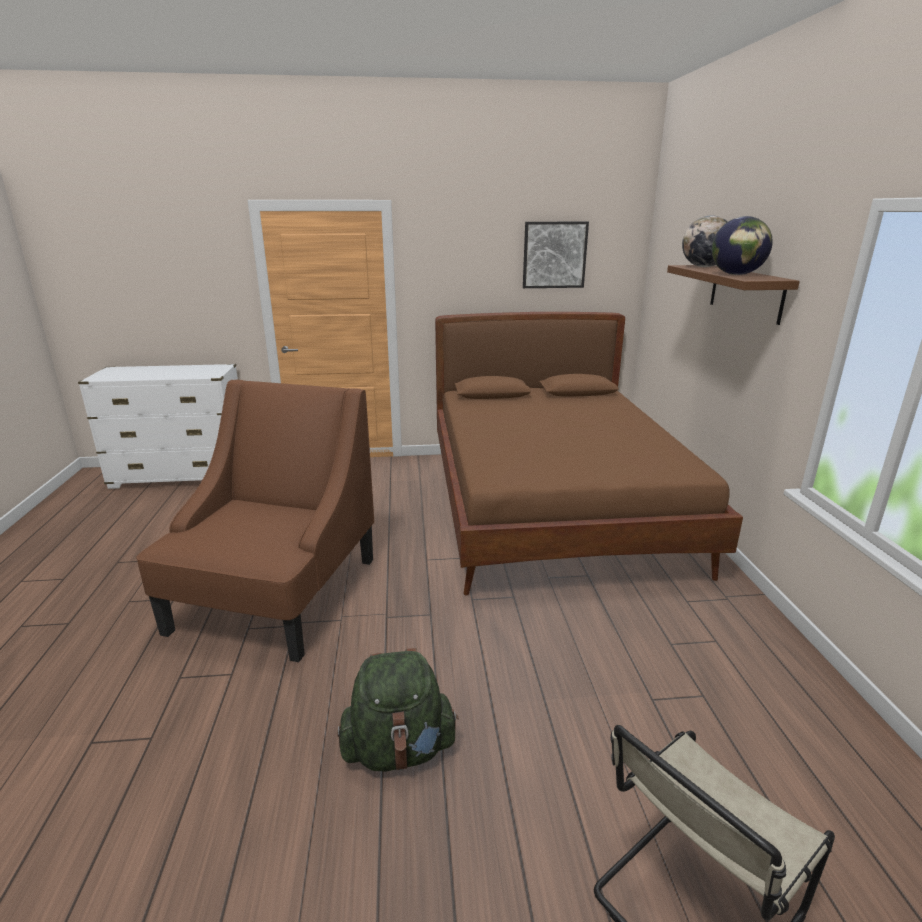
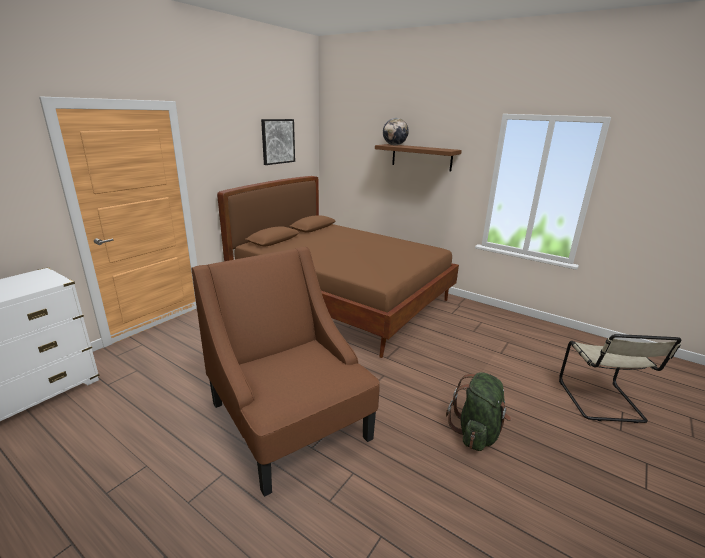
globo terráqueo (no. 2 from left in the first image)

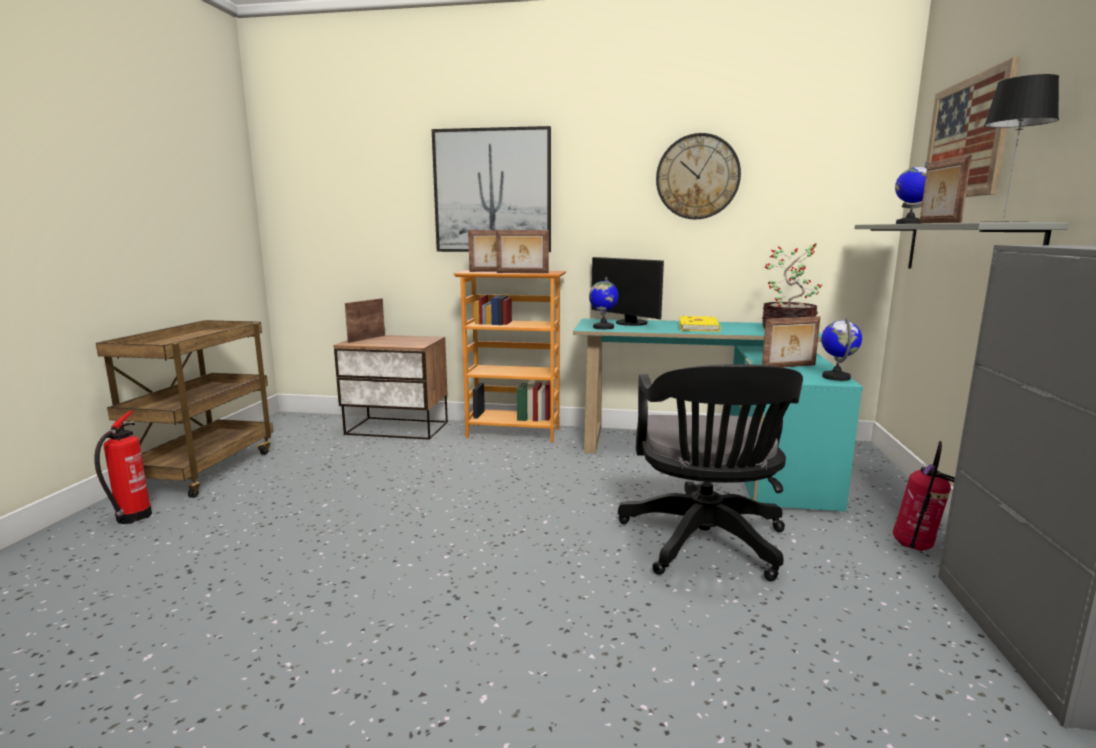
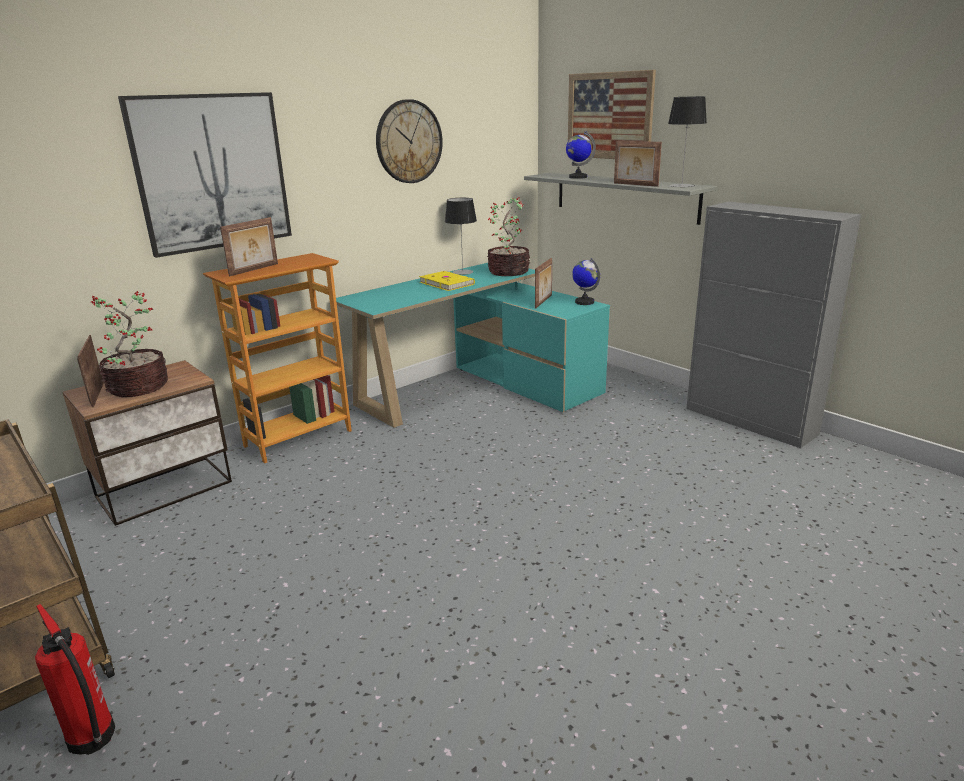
portarretratos (no. 3 from left in the first image)
monitor
globo terráqueo (no. 1 from left in the first image)
silla de oficina [negro]
extintor (no. 2 from left in the first image)
lámpara de mesa (no. 1 from left)
planta en maceta (no. 1 from left)

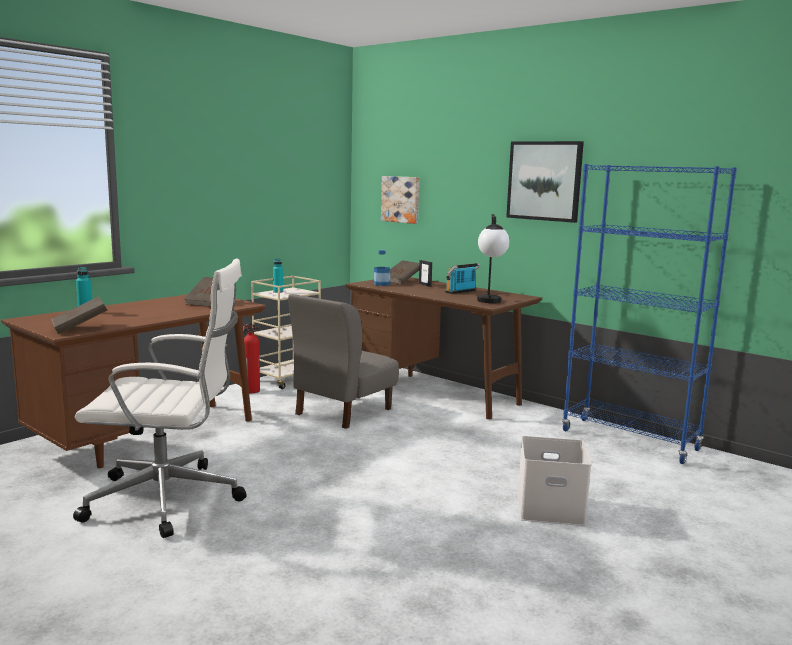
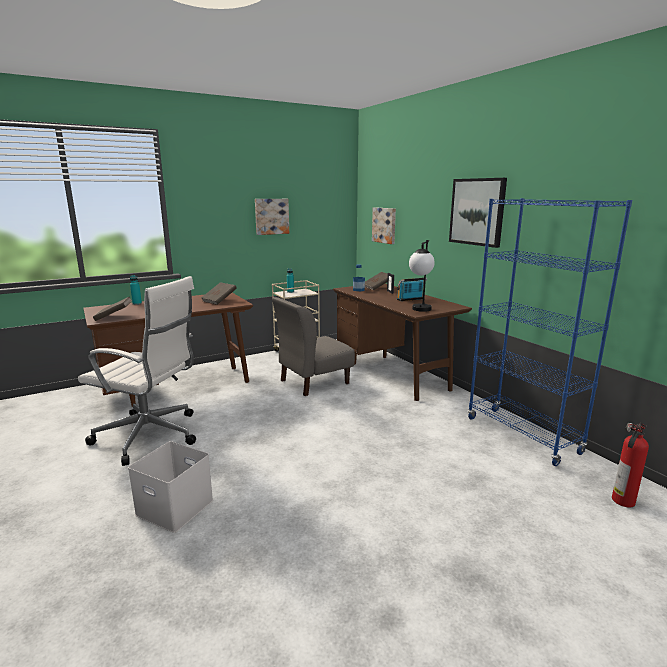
extintor
caja de almacenaje [blanco]
cuadro (no. 1 from left)

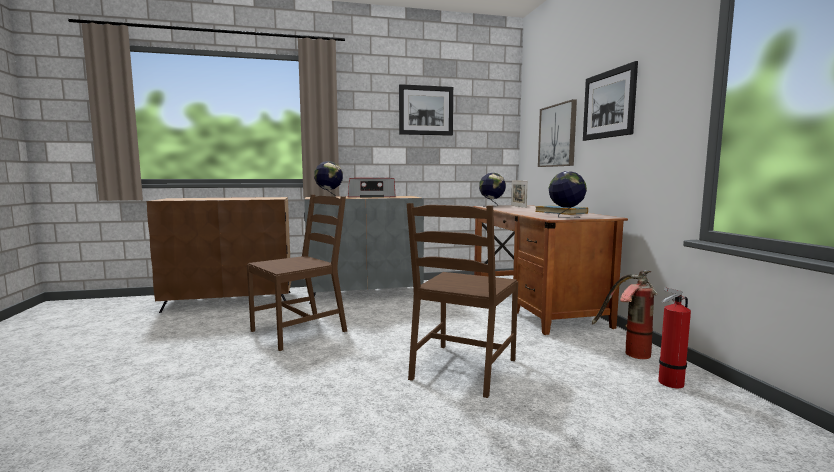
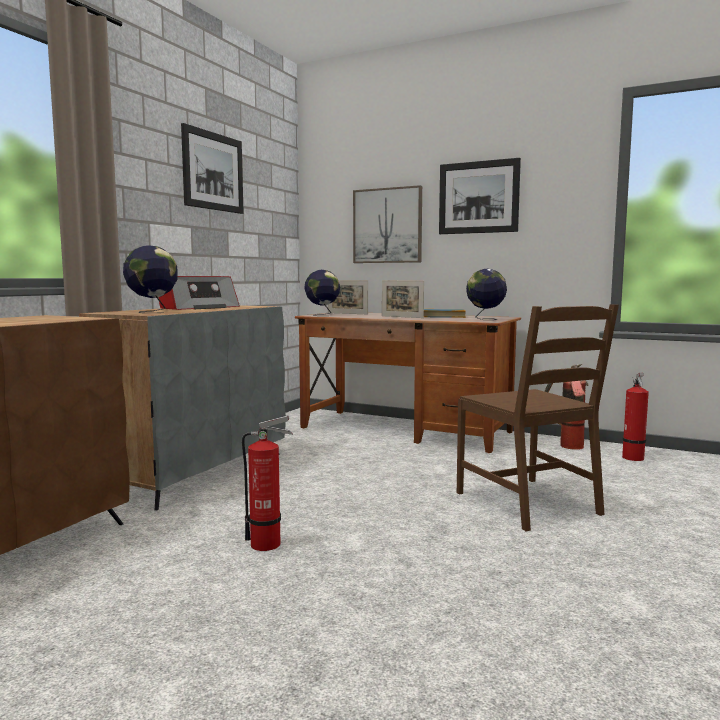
extintor (no. 1 from left)
portarretratos (no. 2 from left)

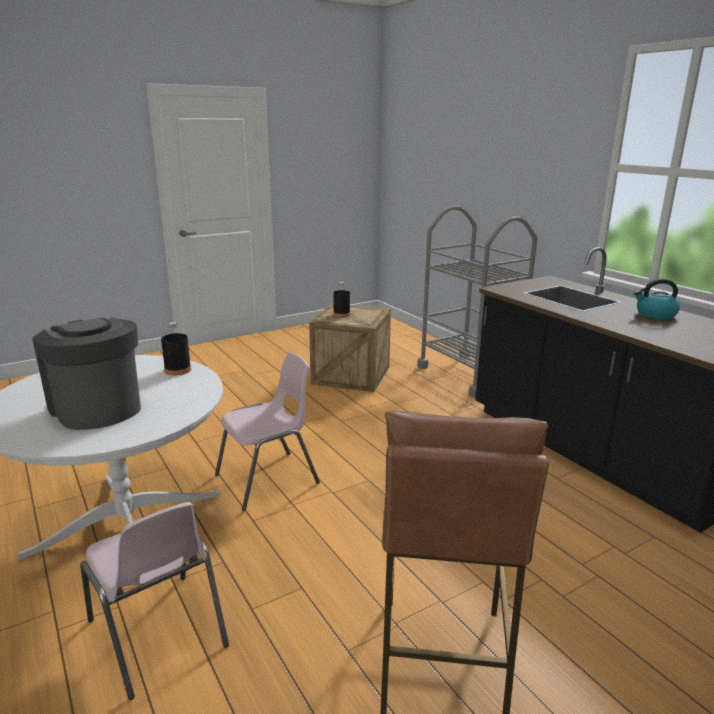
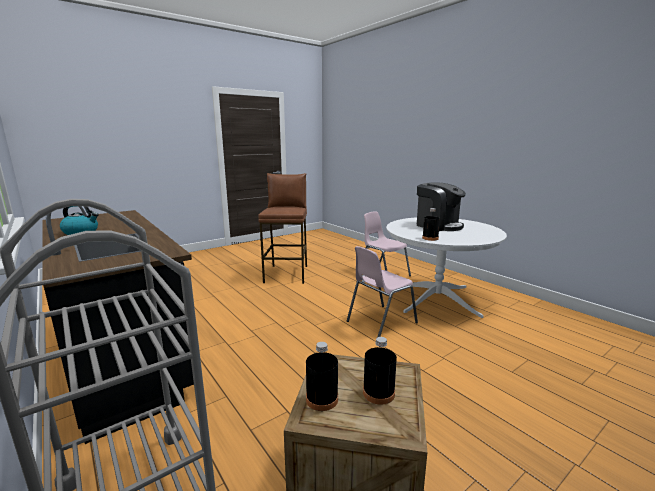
botella [negro] (no. 1 from left)

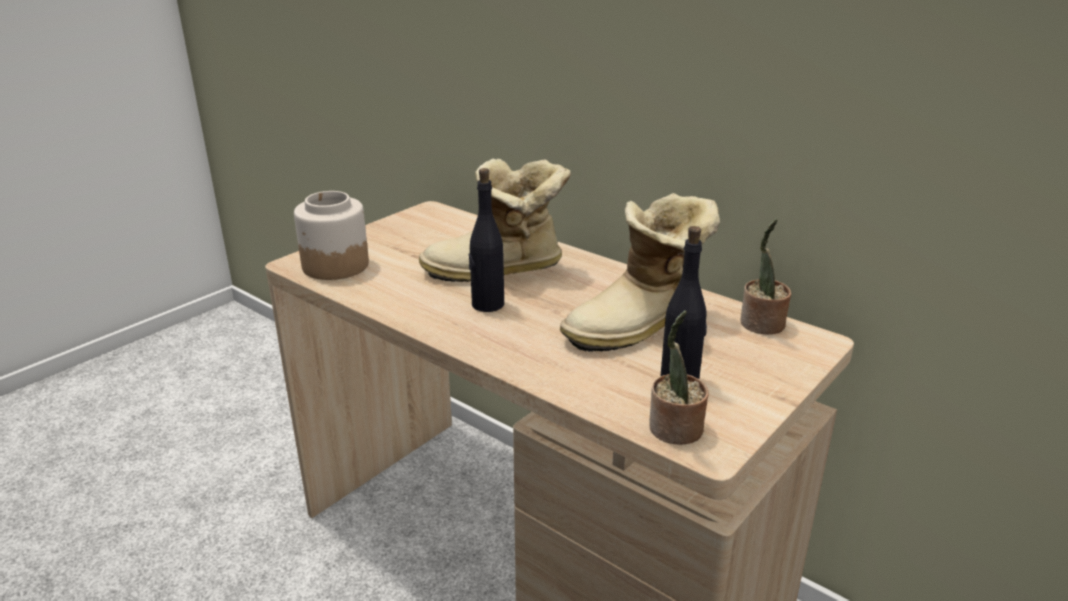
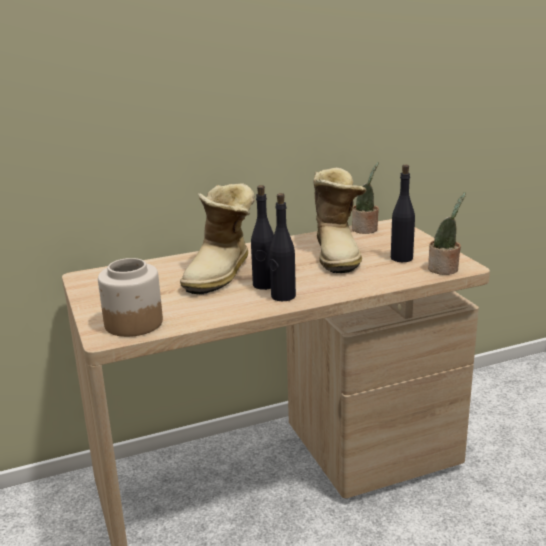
botella [negro] (no. 2 from left)

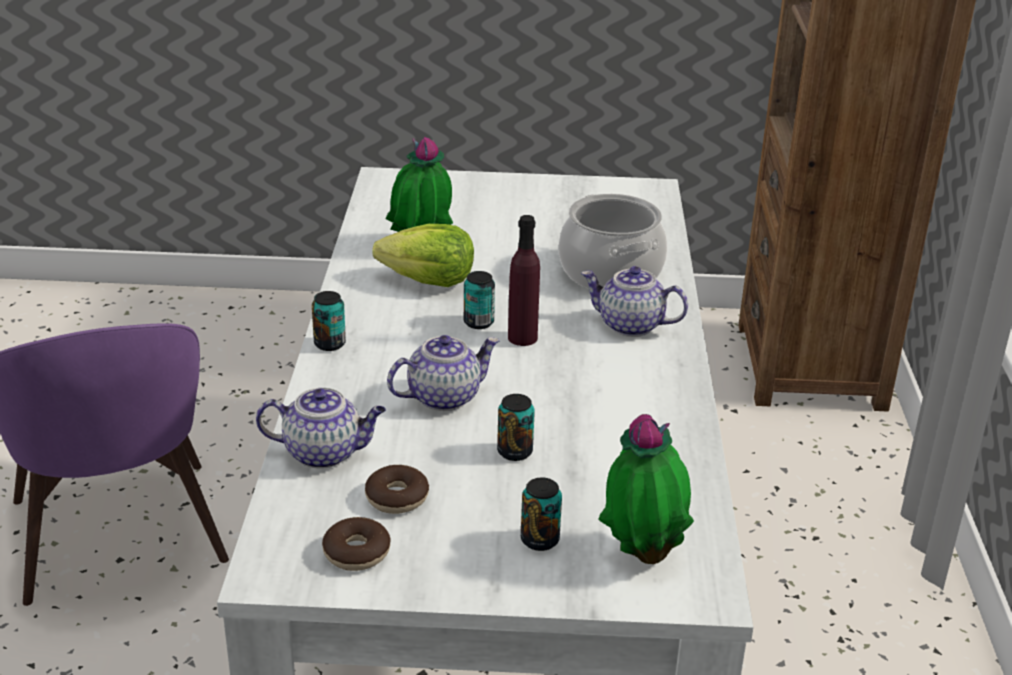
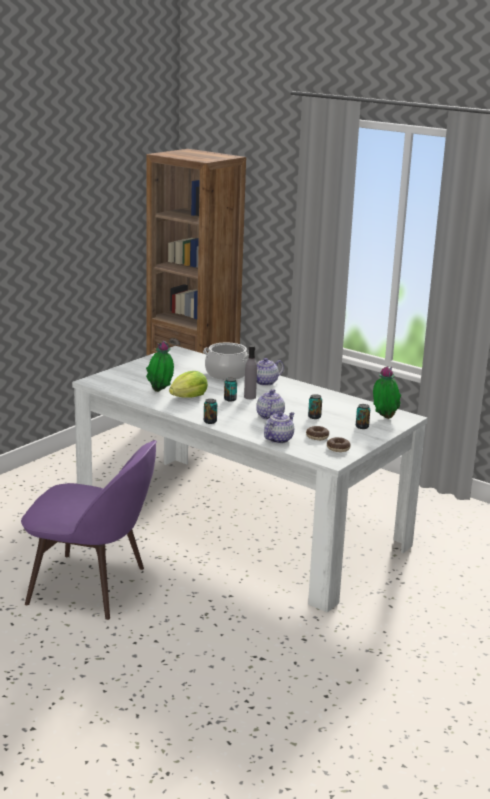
botella [gris]

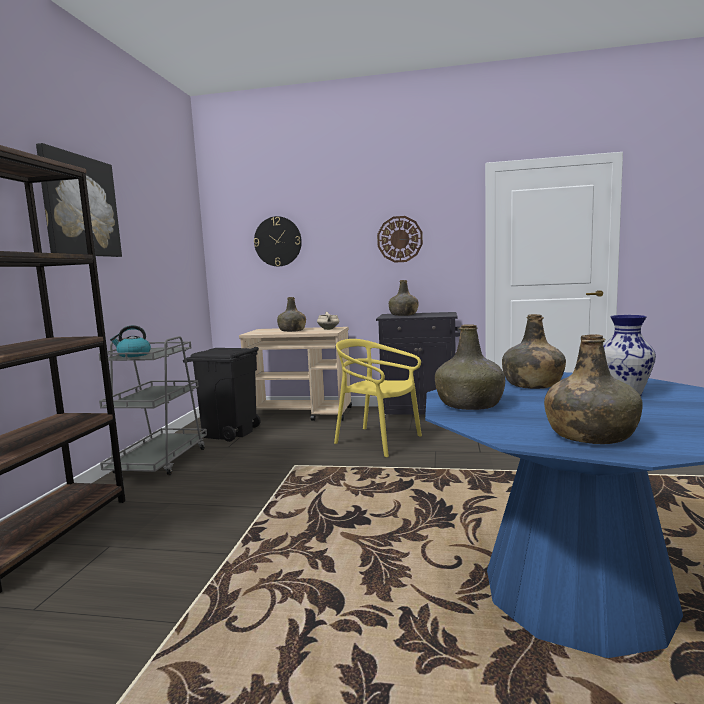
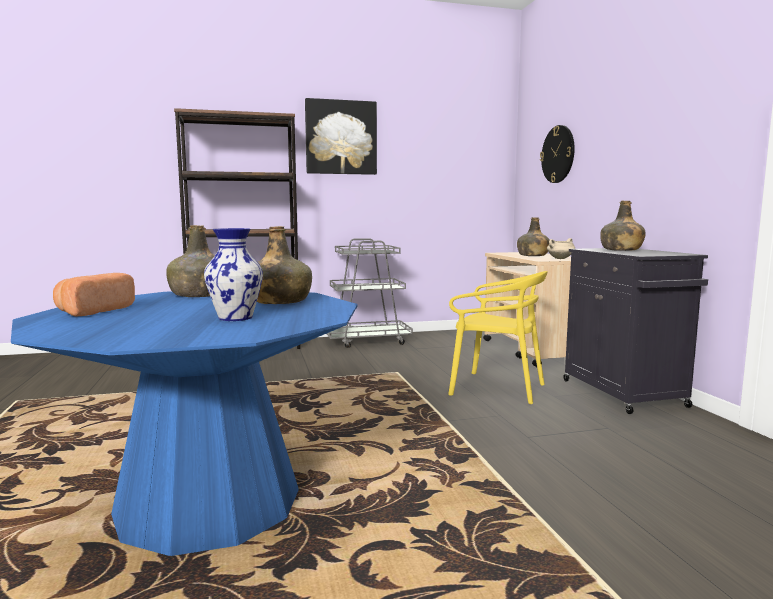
reloj de pared (no. 2 from left in the first image)
hervidor
pan
silla [amarillo]
papelera [negro]

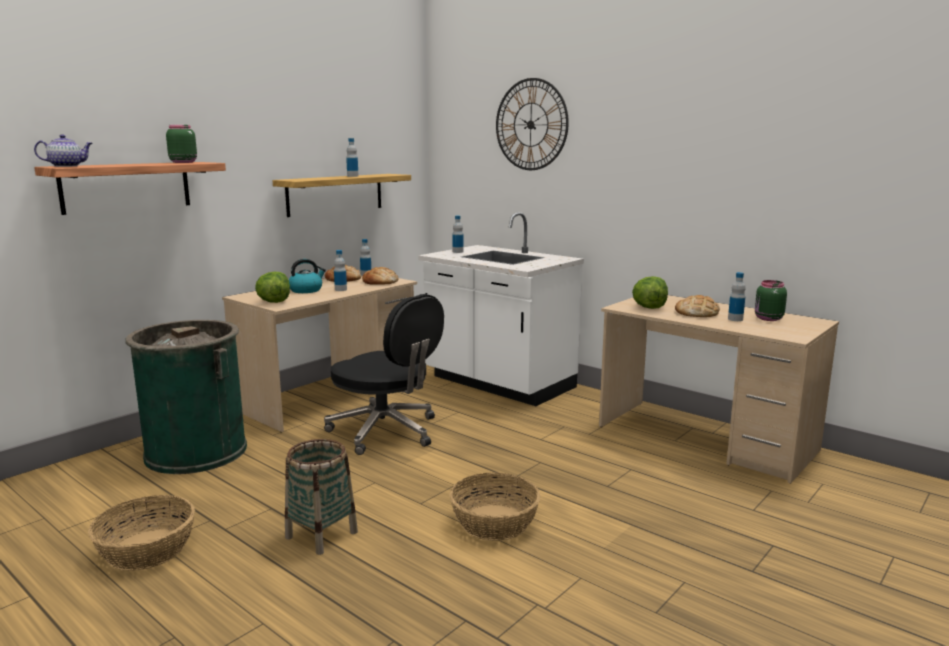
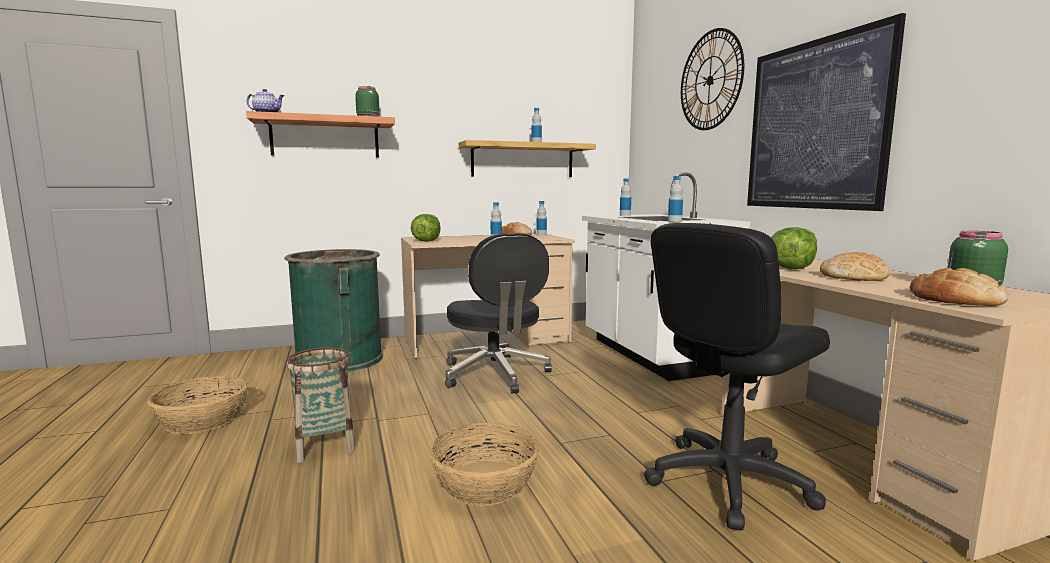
hervidor
pan (no. 3 from left)
botella (no. 5 from left)
cuadro
silla de oficina [negro] (no. 2 from left)

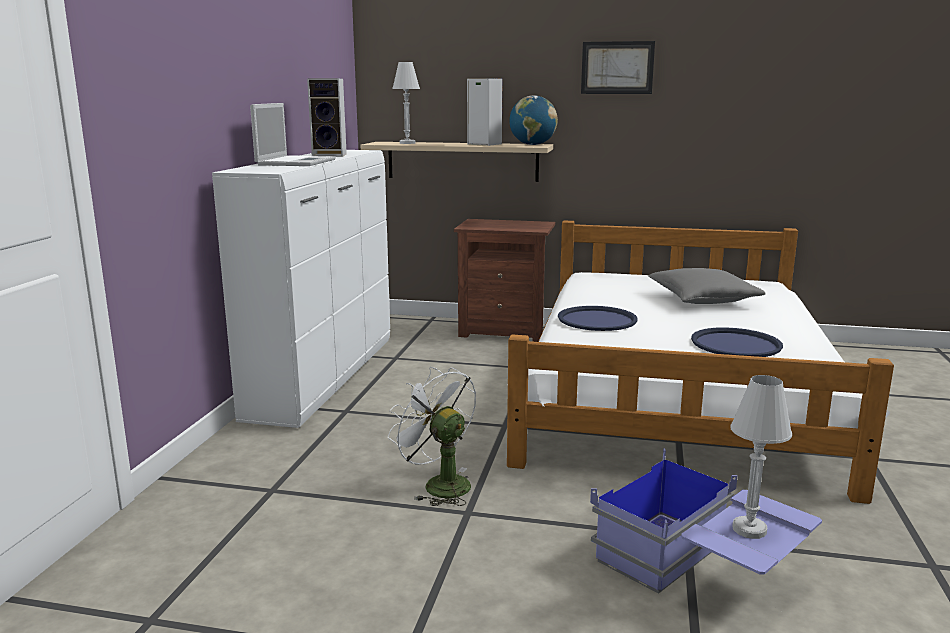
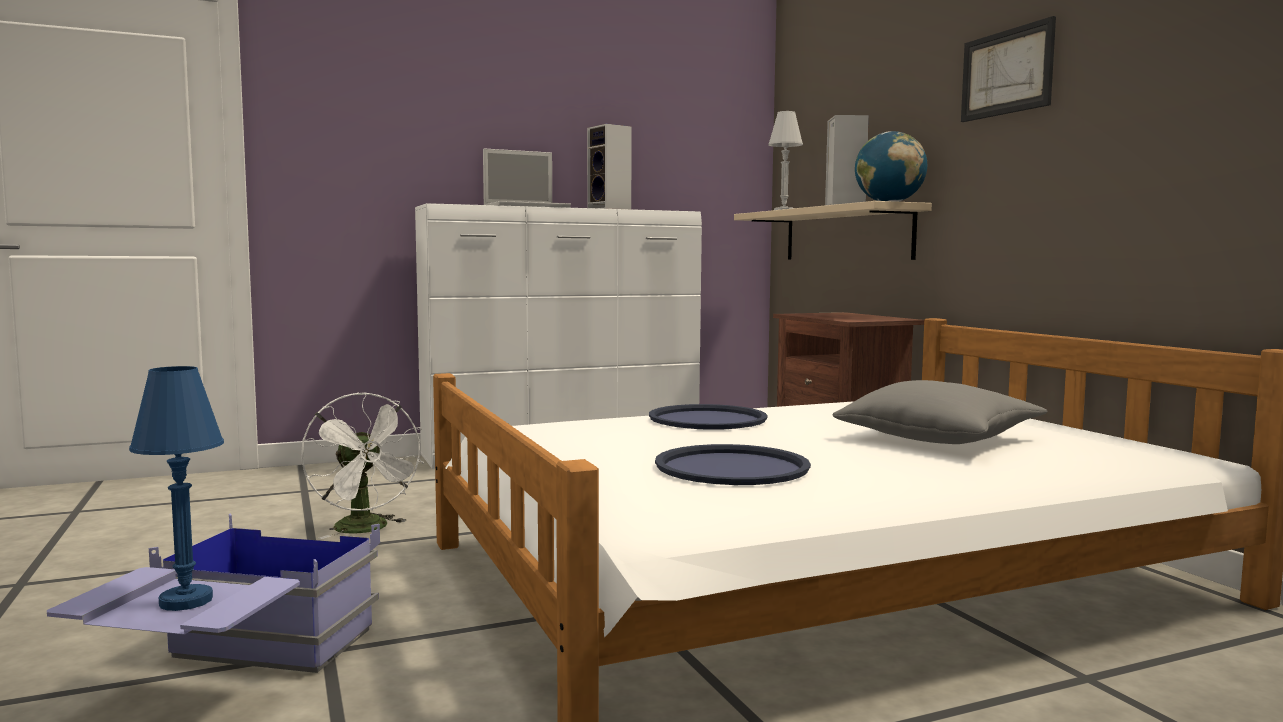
ventilador [blanco]
lámpara de mesa [azul]

